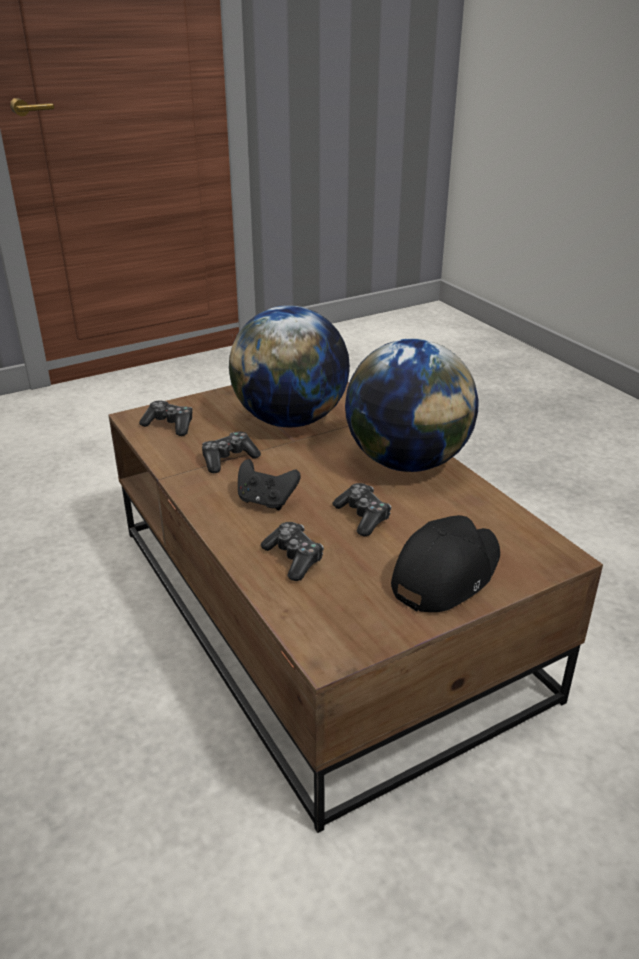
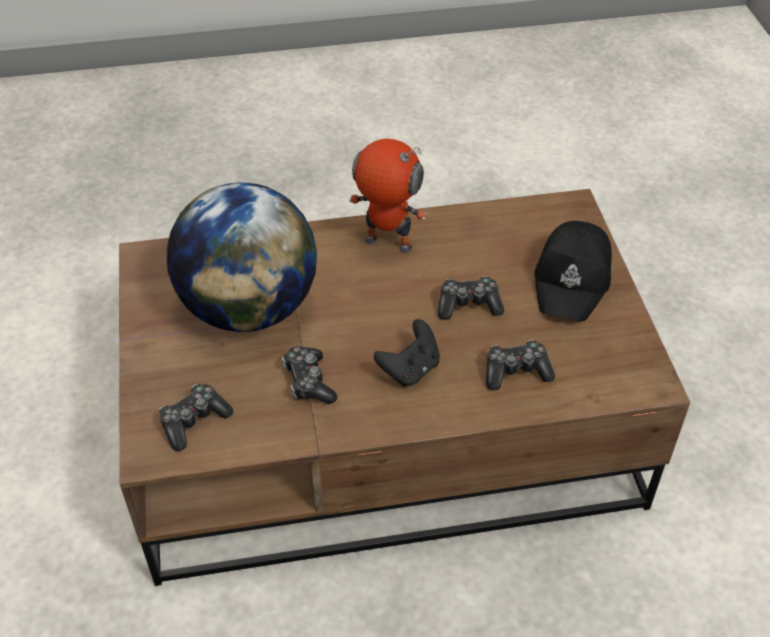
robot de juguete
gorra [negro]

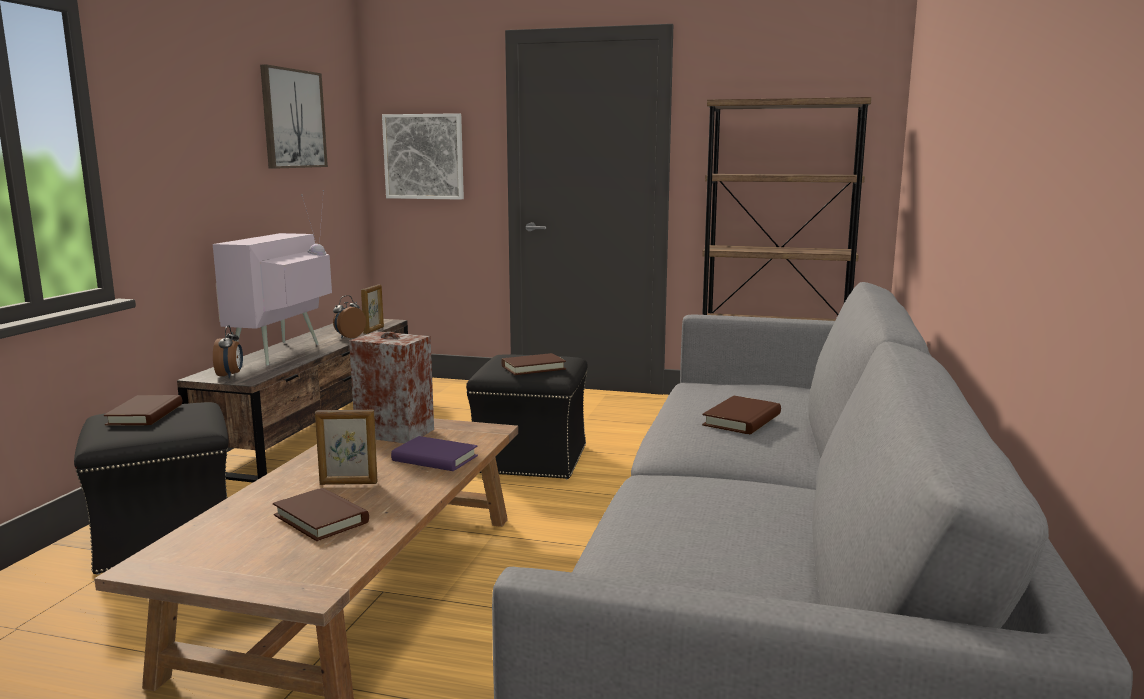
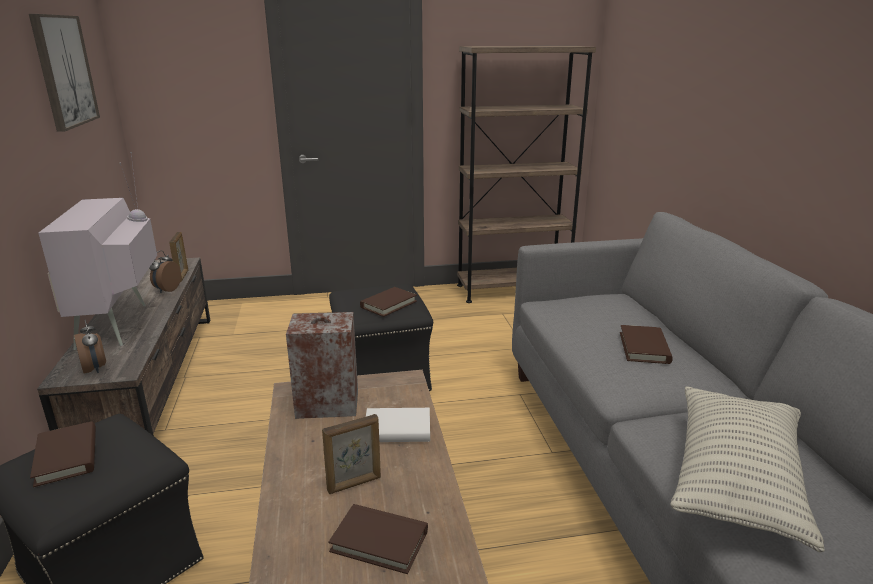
cuadro (no. 2 from left in the first image)
libro [blanco]
cojín

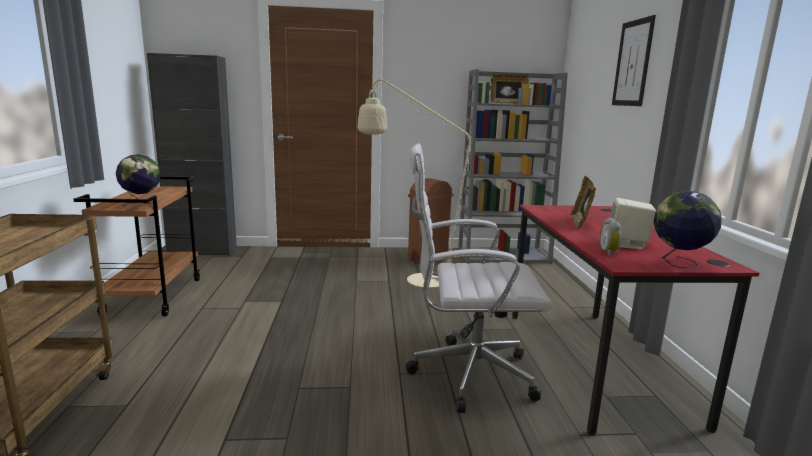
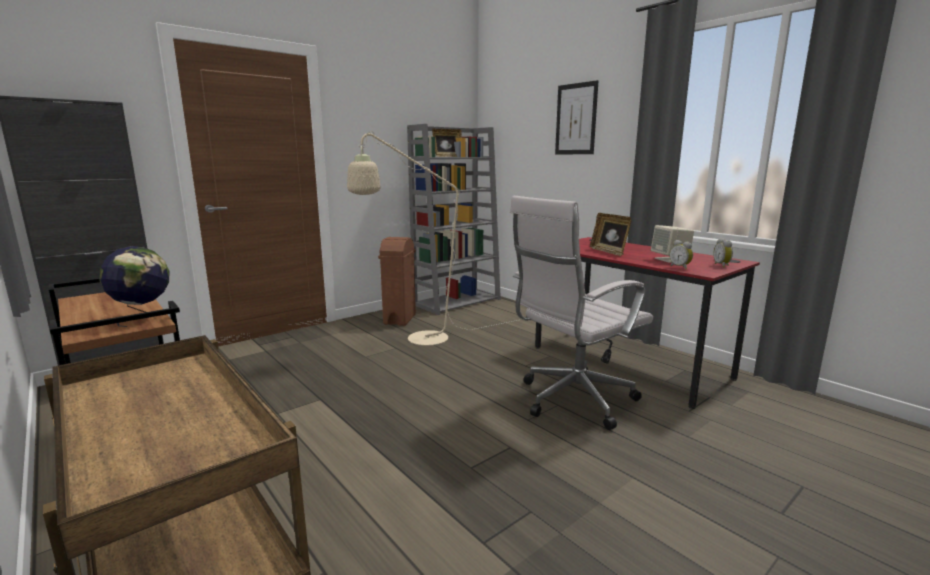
despertador (no. 2 from left)

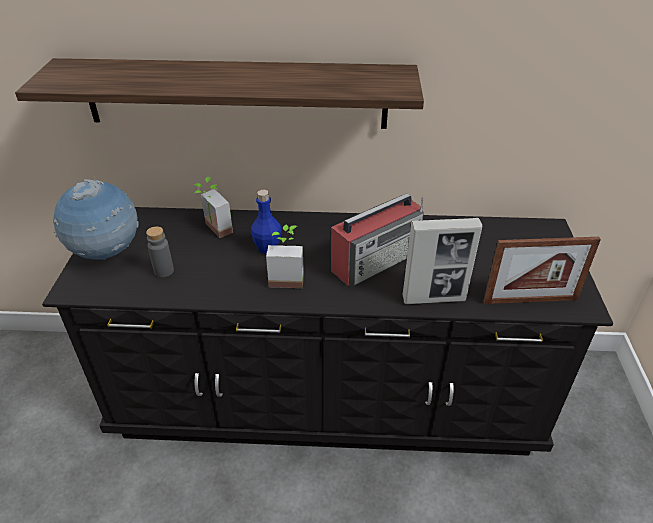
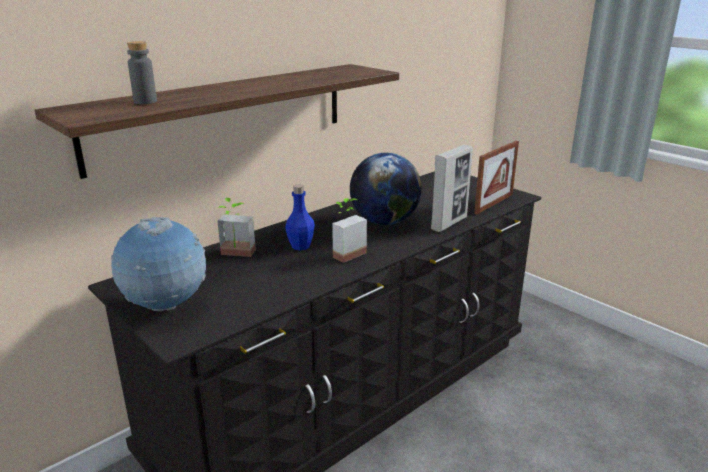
globo terráqueo (no. 2 from left)
botella [gris]

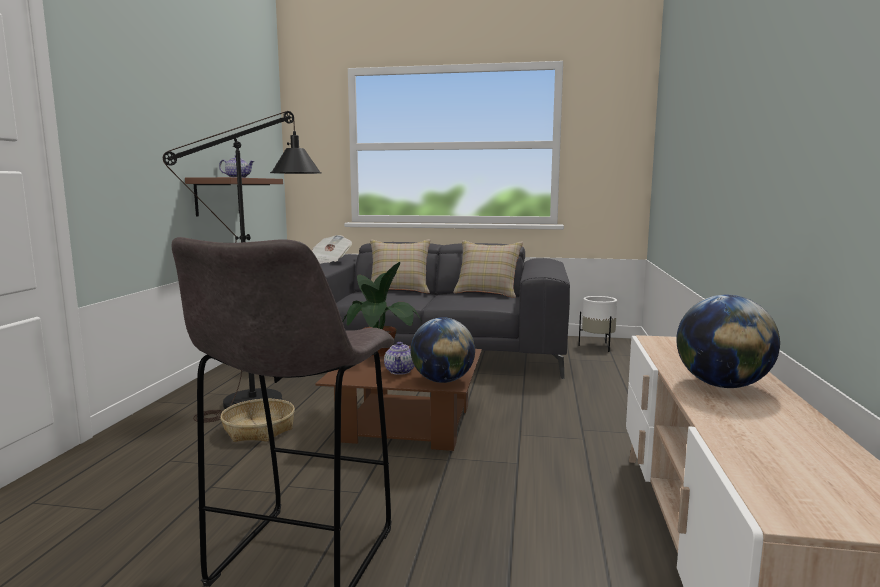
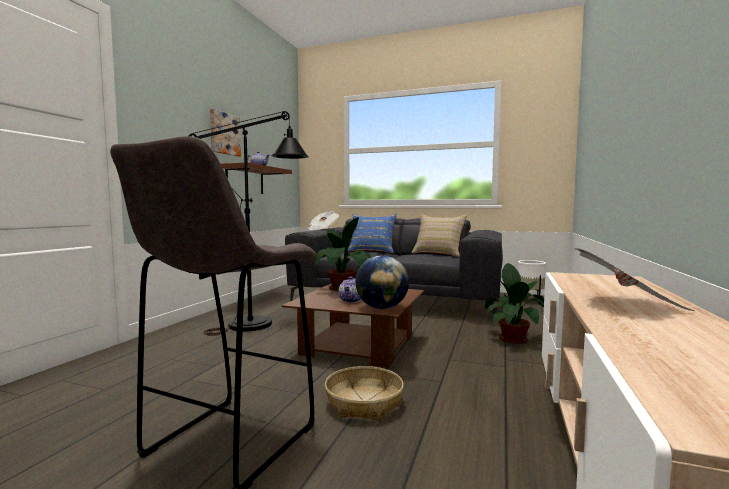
cojín [azul]
periódico (no. 2 from left)
cesta
cuadro
planta en maceta (no. 2 from left)

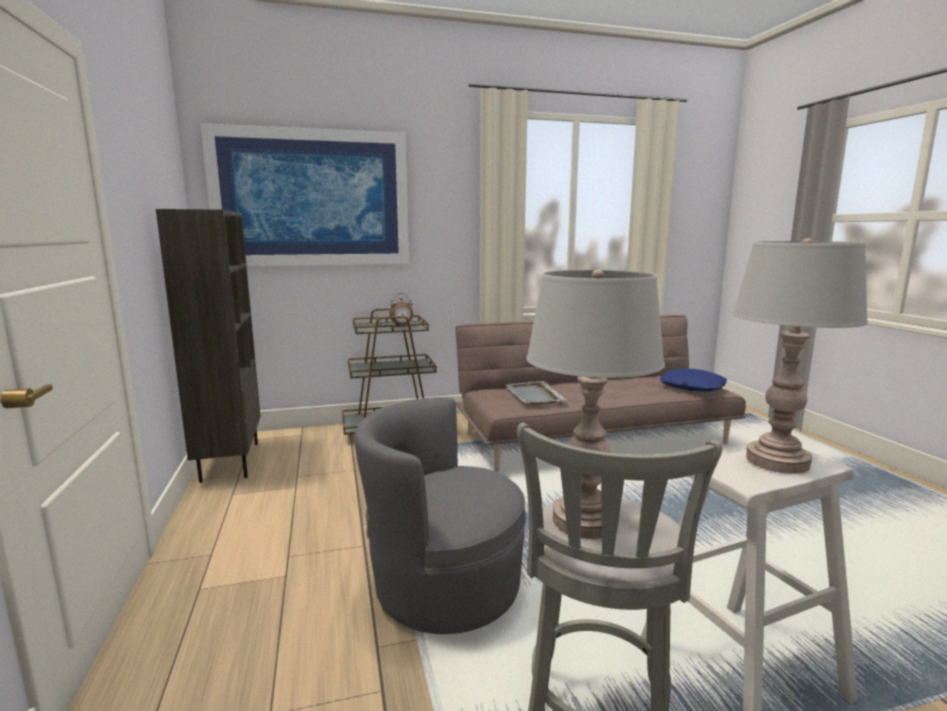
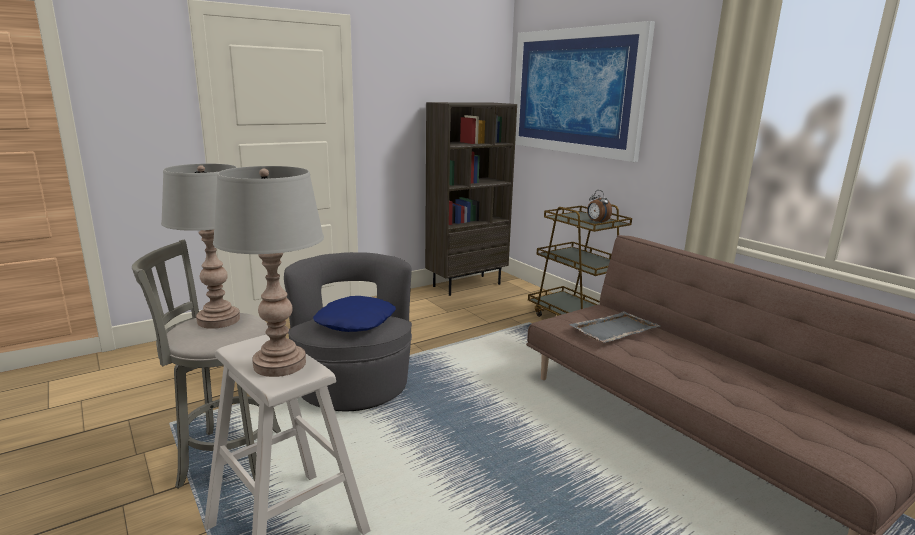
cojín [azul]

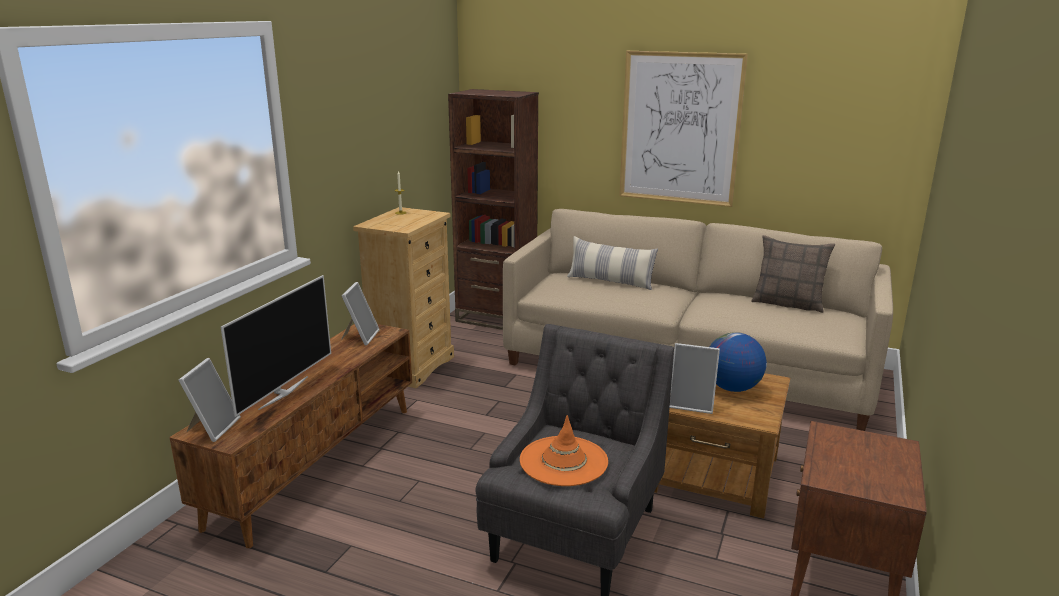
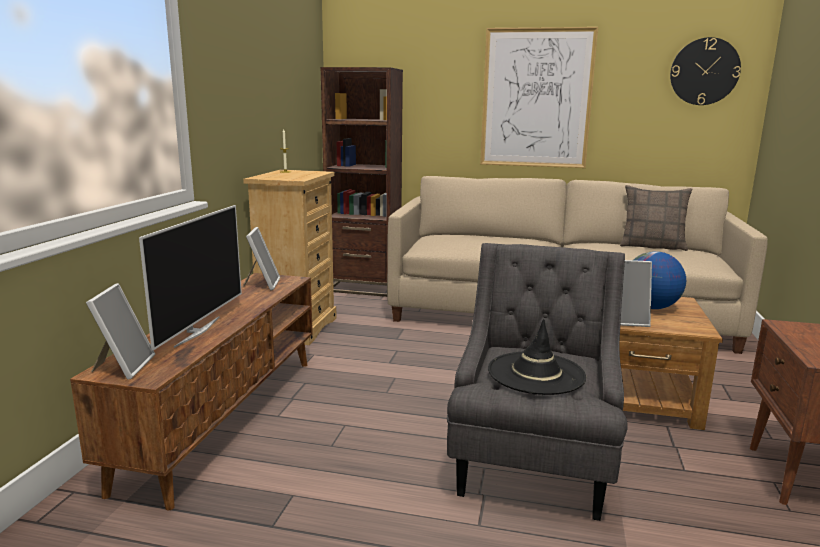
cojín (no. 1 from left in the first image)
sombrero [negro]
reloj de pared

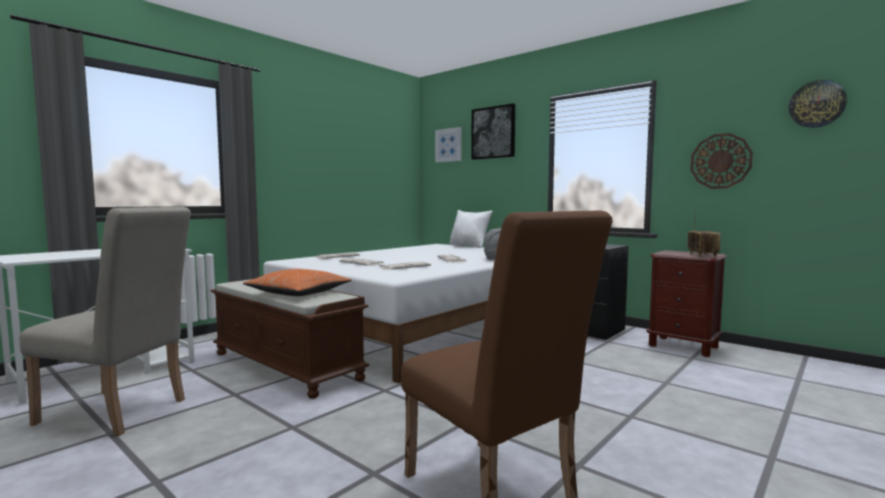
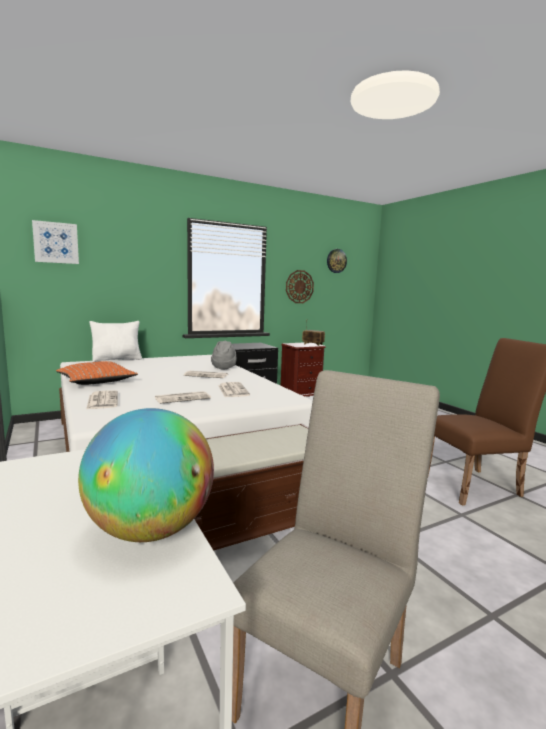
cuadro (no. 2 from left in the first image)
cojín [naranja]
globo terráqueo

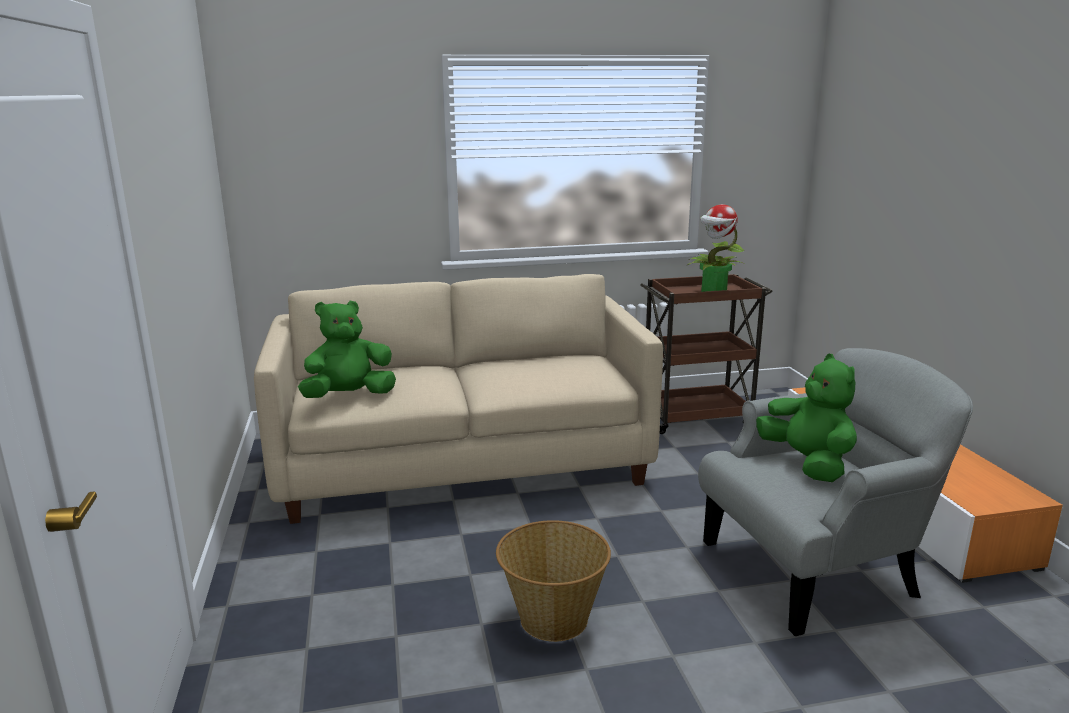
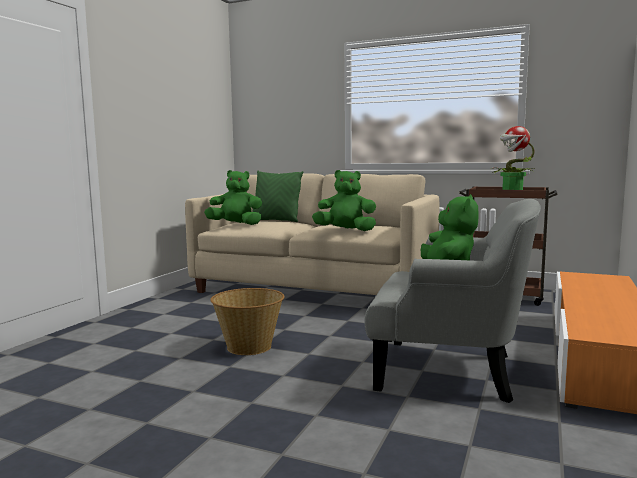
peluche [verde] (no. 2 from left)
cojín [verde]

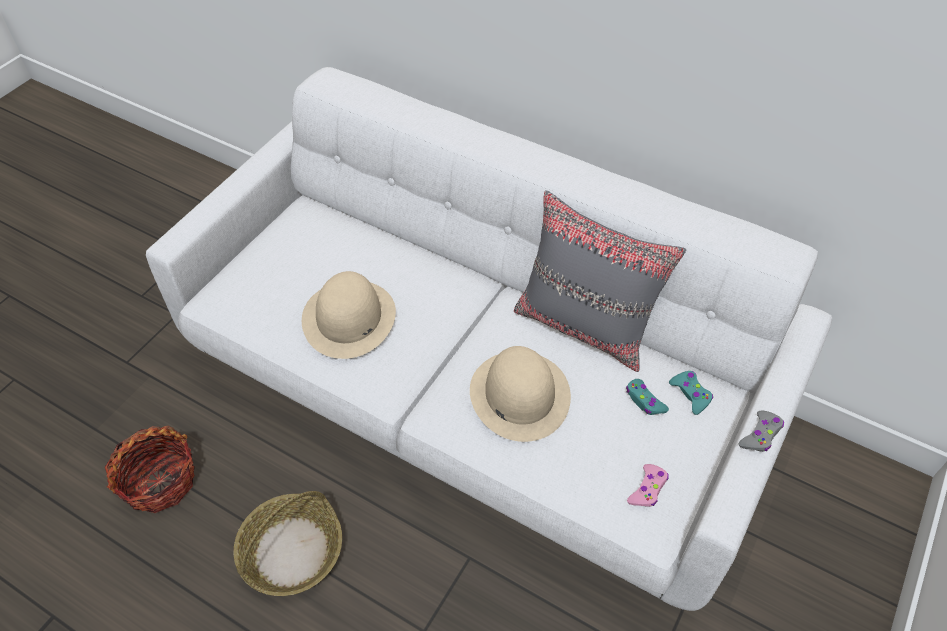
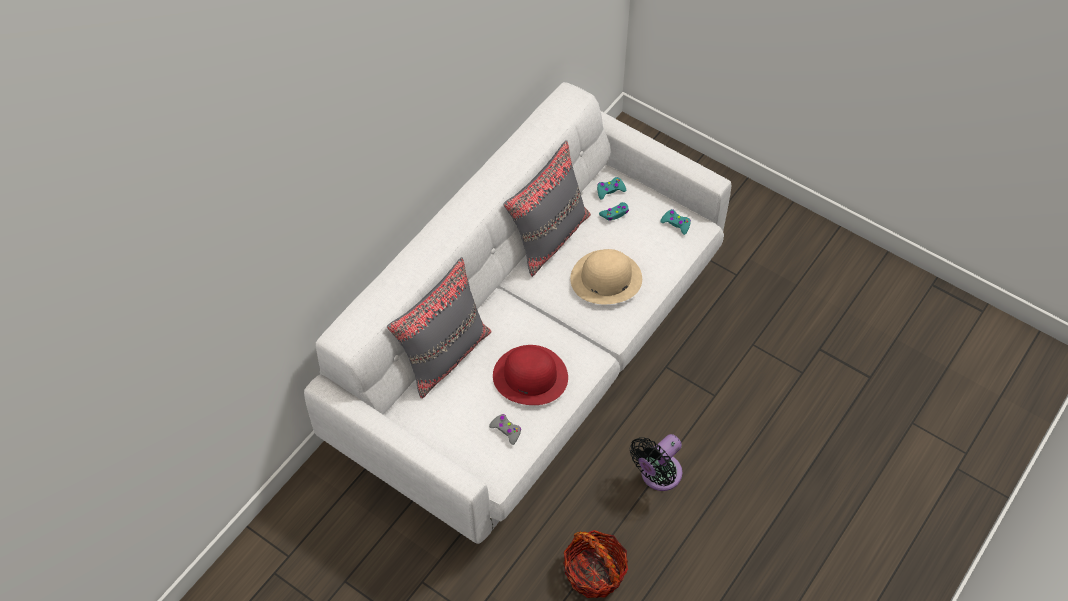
sombrero [rojo]
mando de consola [gris]
mando de consola [turquesa] (no. 3 from left)
ventilador [negro]
cojín [gris] (no. 1 from left)

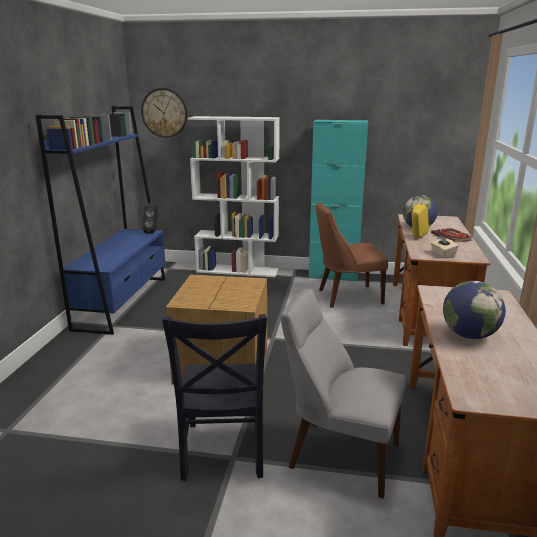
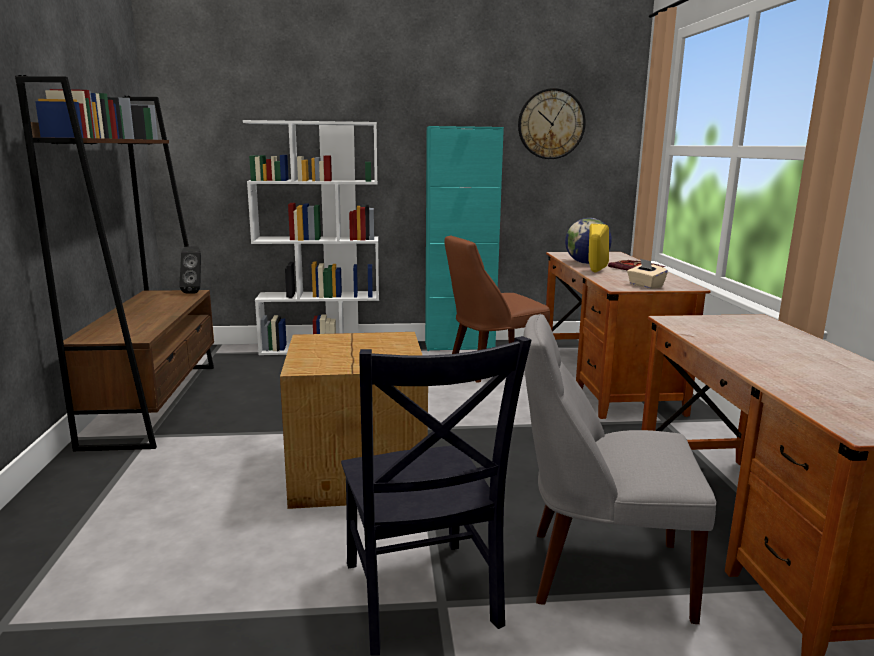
reloj de pared
estantería [marrón]
globo terráqueo (no. 2 from left in the first image)

